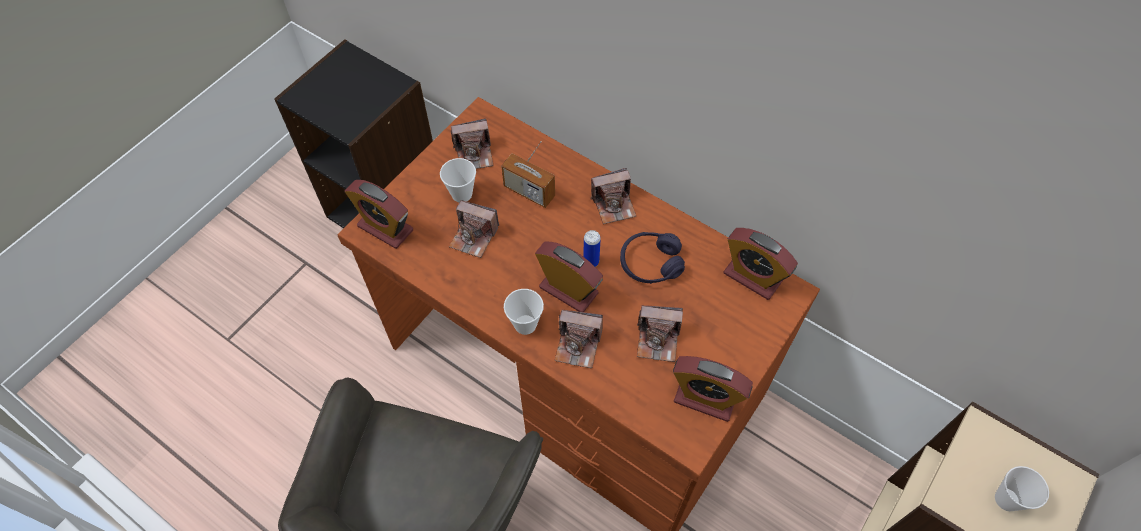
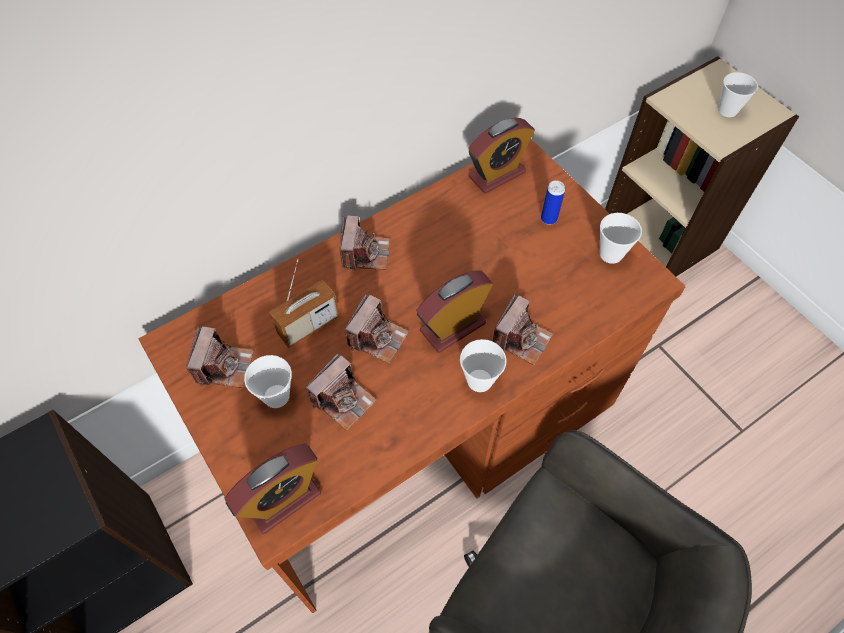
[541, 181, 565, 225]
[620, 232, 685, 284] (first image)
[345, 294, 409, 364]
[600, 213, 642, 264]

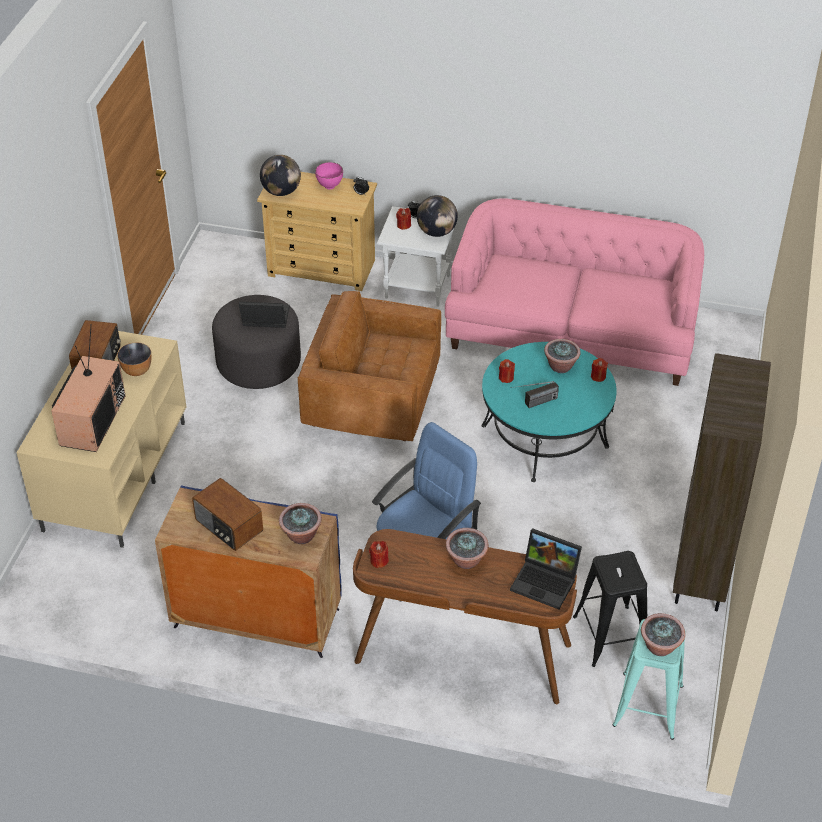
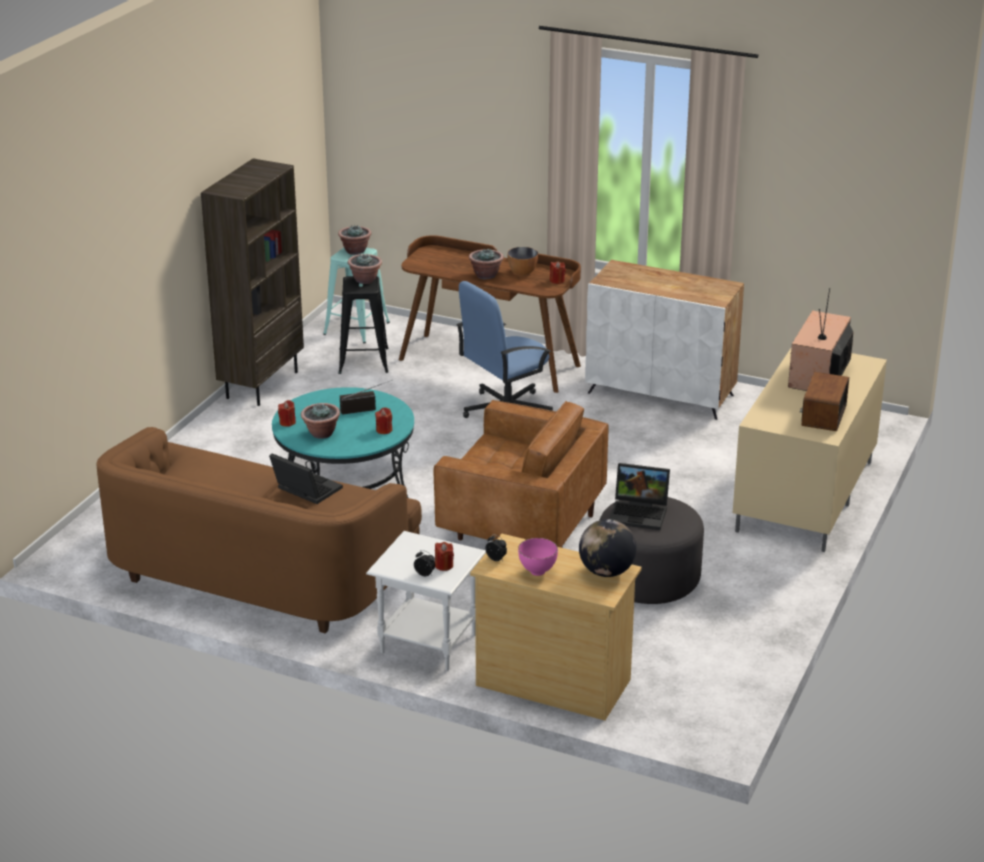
[417, 195, 458, 237] (first image)
[97, 427, 422, 634]
[507, 247, 538, 275]
[192, 478, 263, 551] (first image)
[585, 260, 744, 420]
[348, 254, 382, 284]
[269, 453, 343, 504]

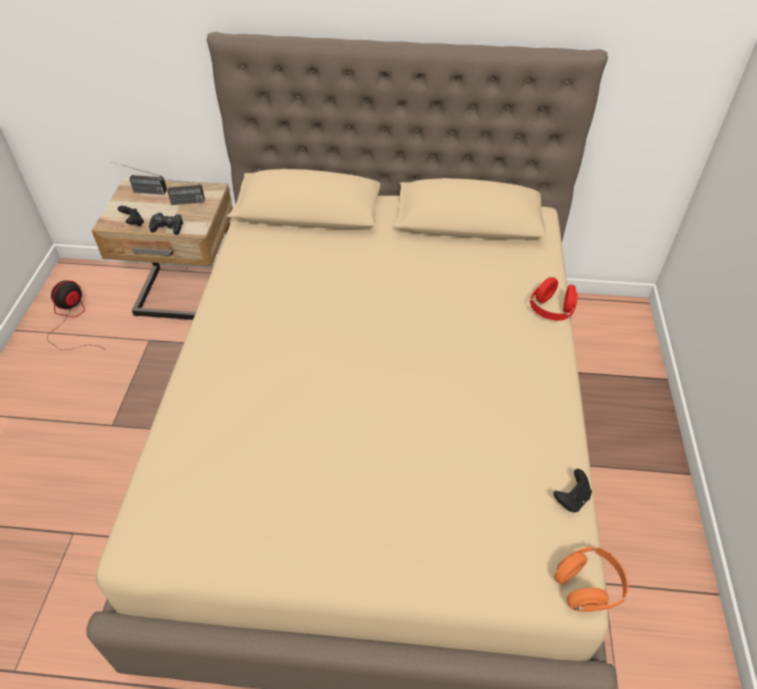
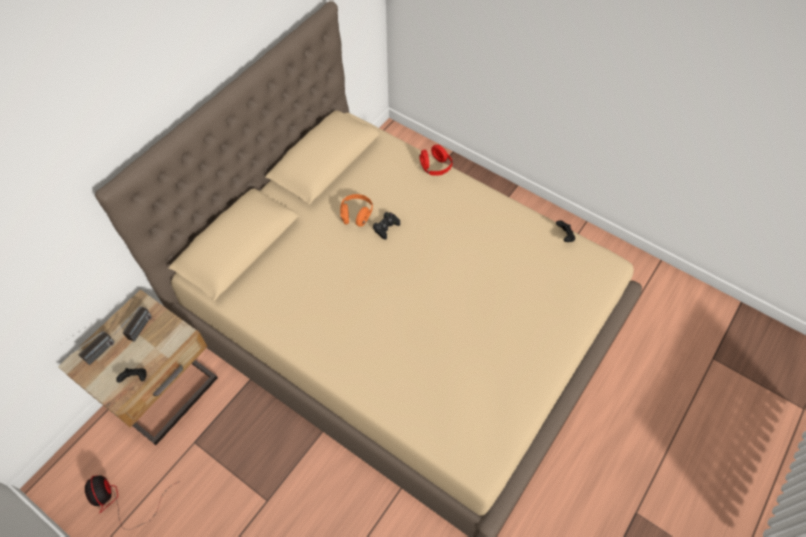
[373, 212, 400, 239]
[340, 194, 373, 227]

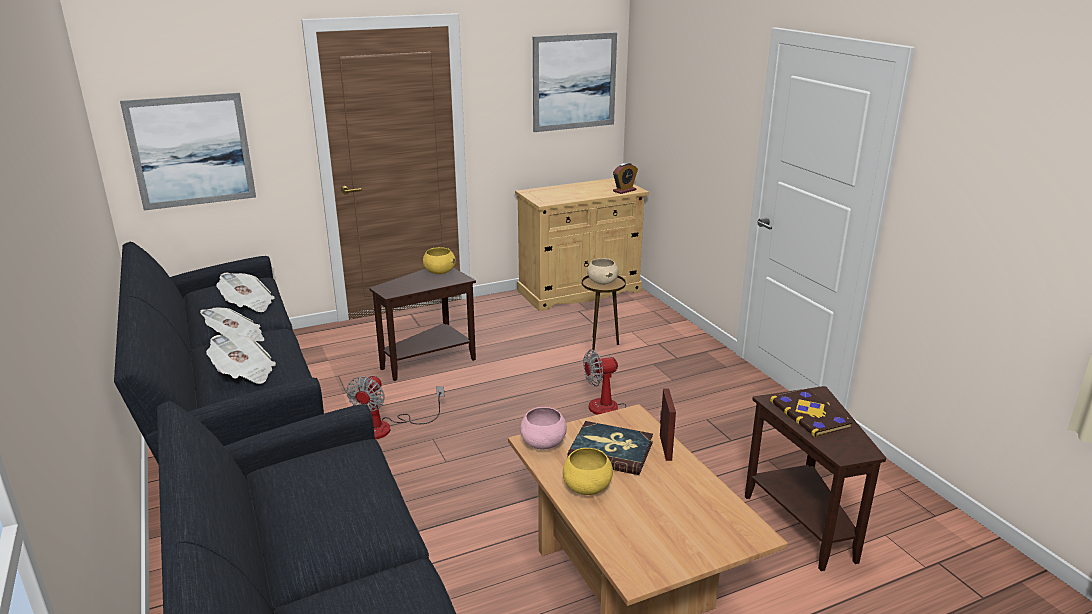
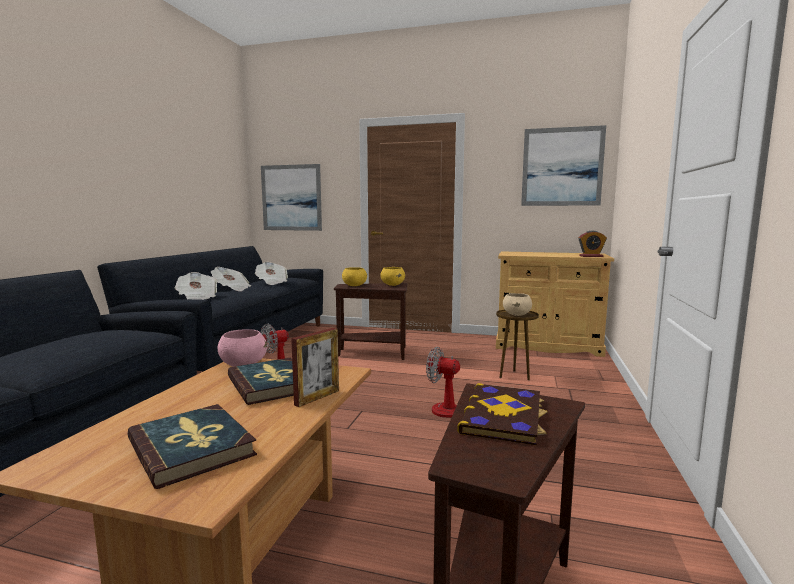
[342, 267, 367, 286]
[127, 404, 257, 489]

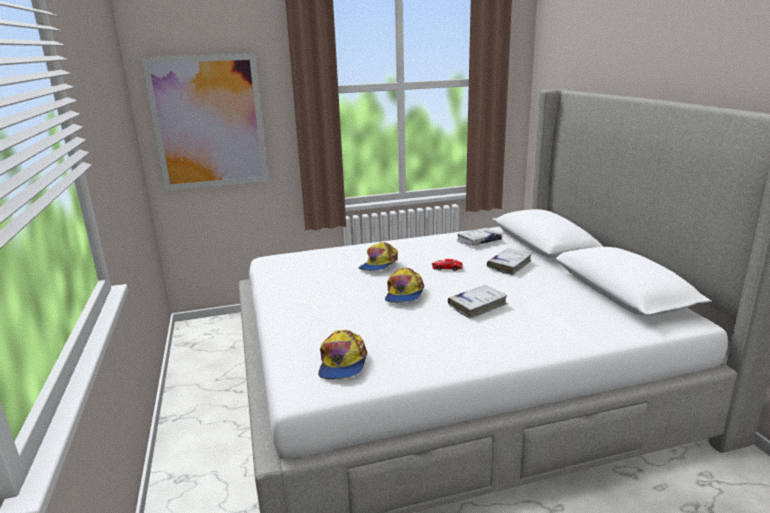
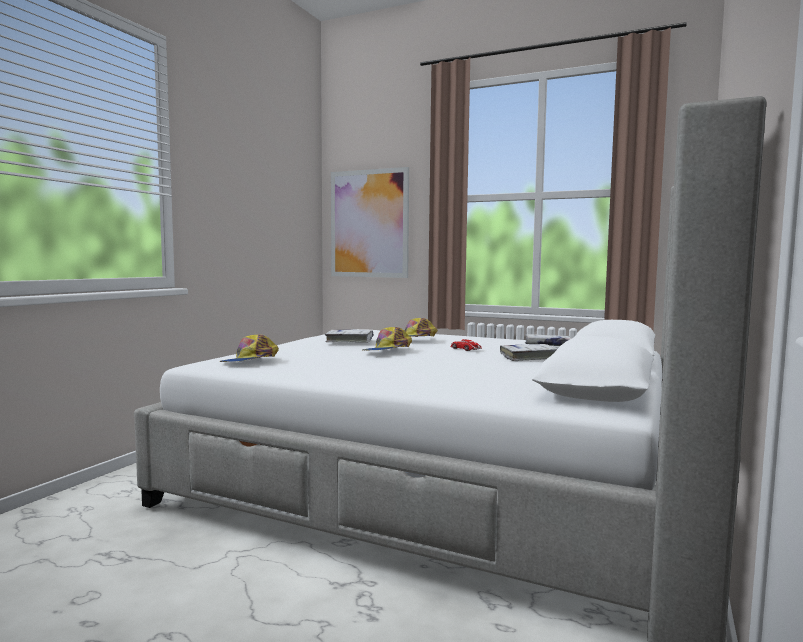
[325, 330, 374, 342]

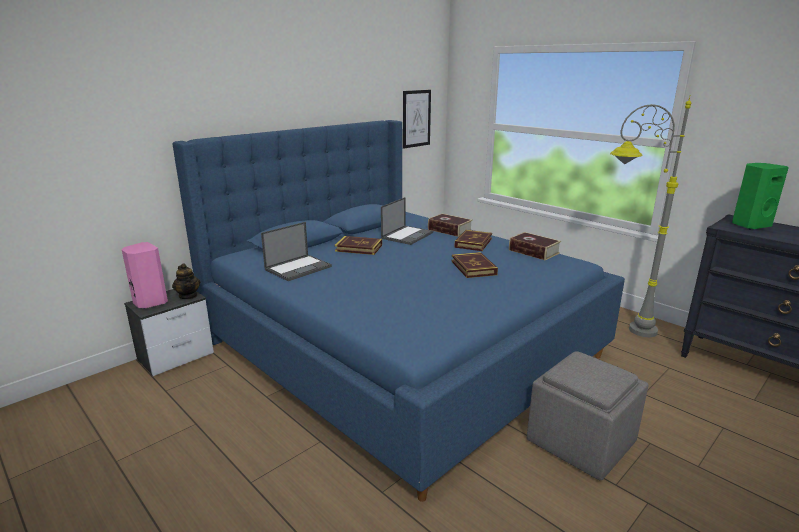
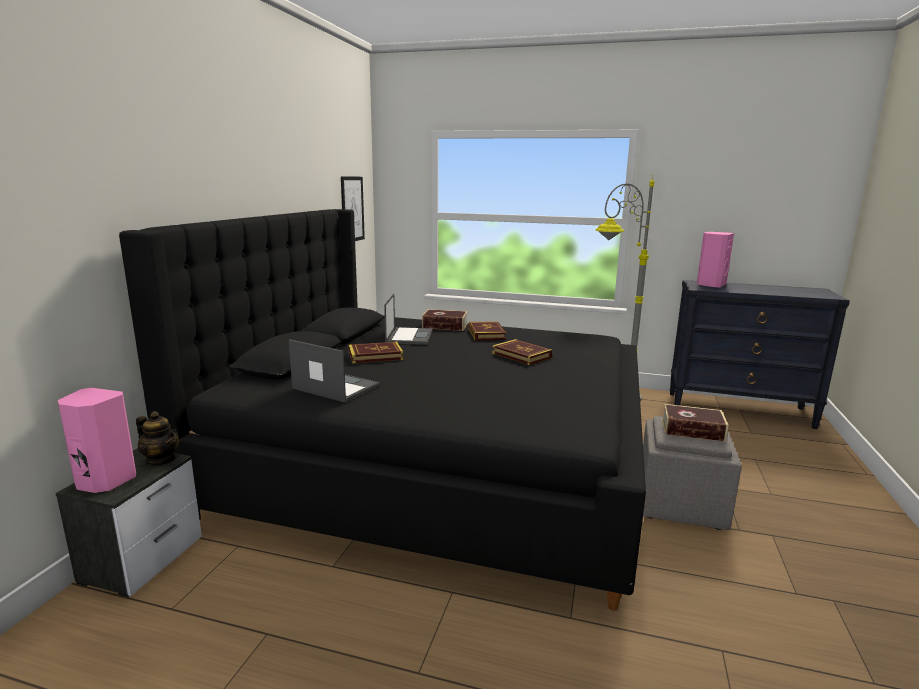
[119, 209, 646, 611]
[697, 232, 734, 288]
[289, 339, 380, 403]
[662, 404, 728, 442]

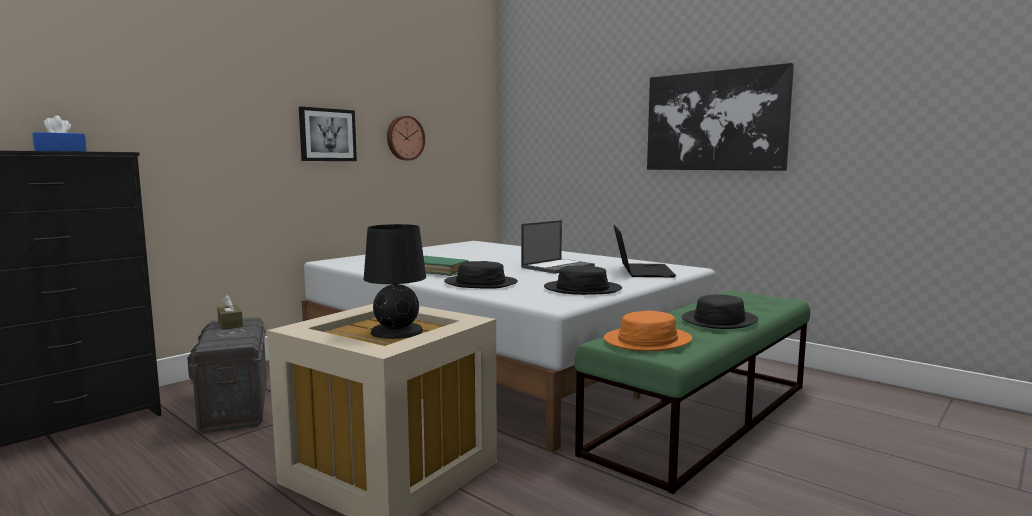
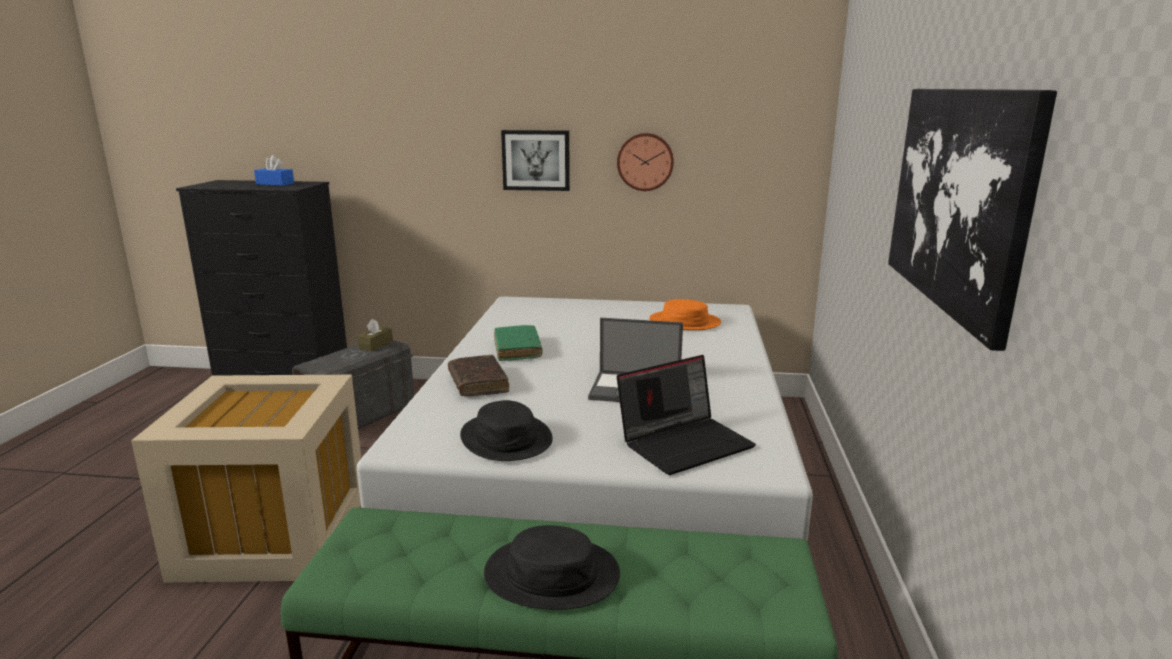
[364, 224, 426, 339] (first image)
[448, 355, 509, 396]
[649, 299, 721, 330]

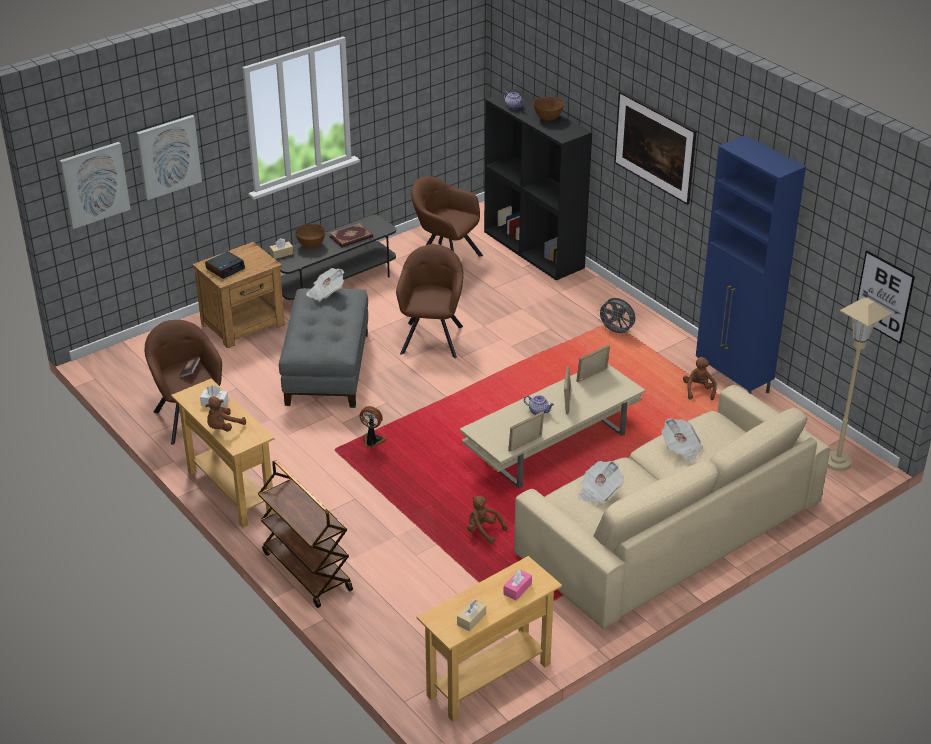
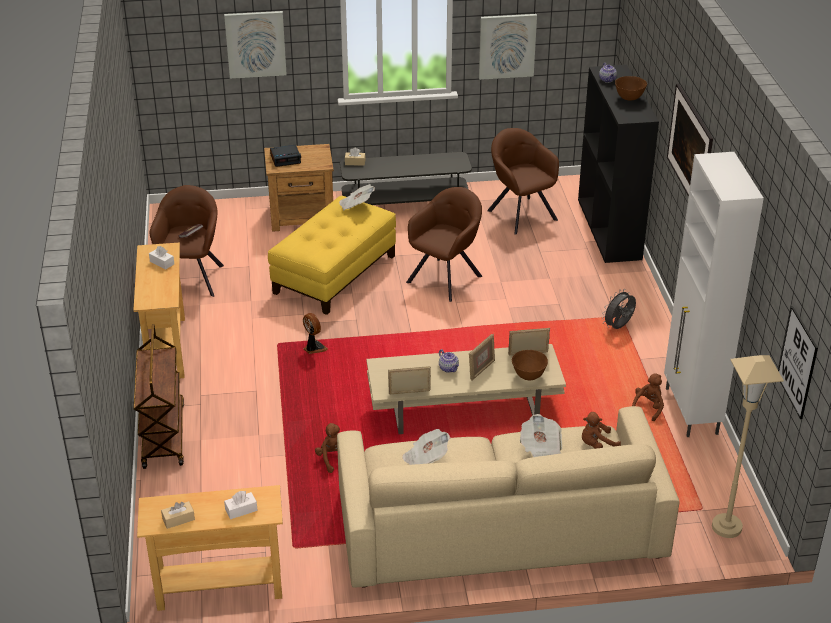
[664, 152, 764, 437]
[479, 14, 537, 80]
[329, 223, 373, 247] (first image)
[512, 350, 548, 380]
[268, 196, 396, 315]
[602, 289, 636, 329]
[582, 412, 621, 449]
[224, 491, 257, 519]

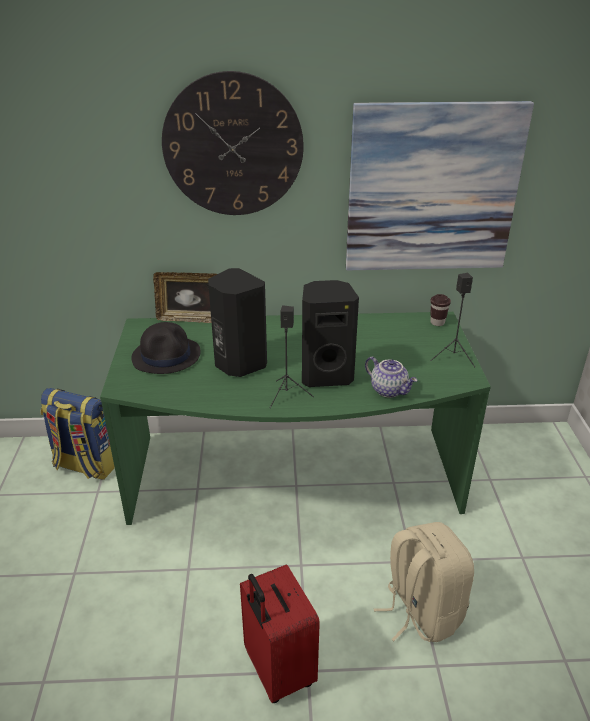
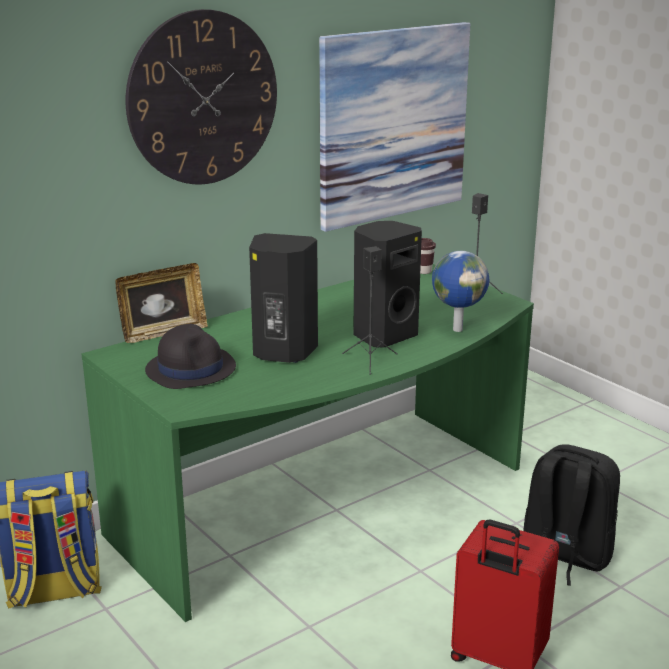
[432, 251, 489, 332]
[523, 444, 620, 586]

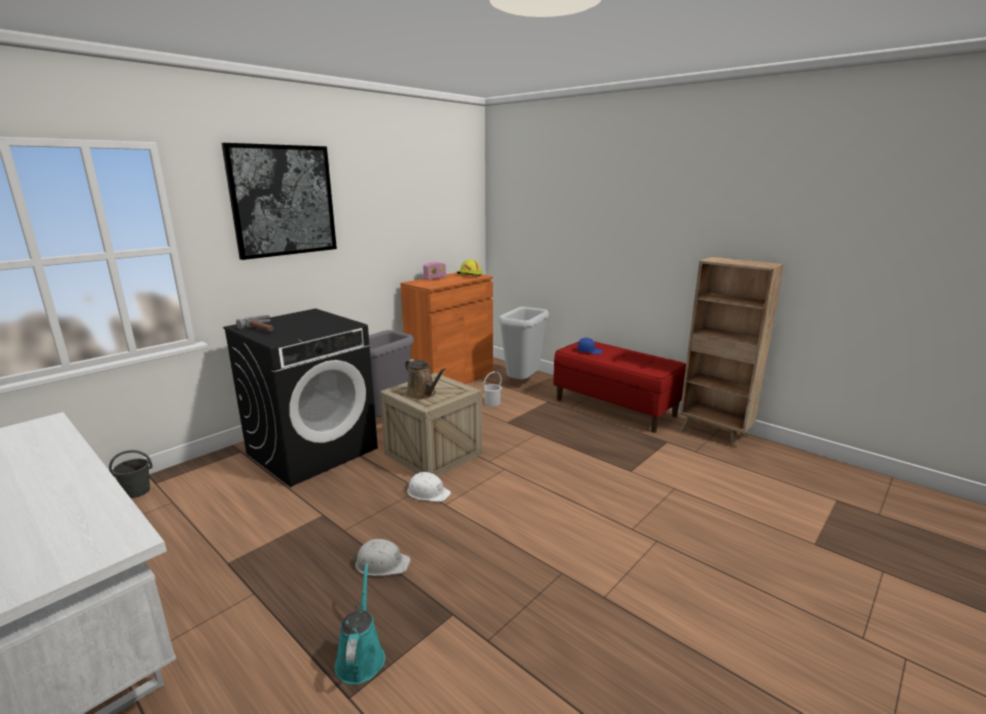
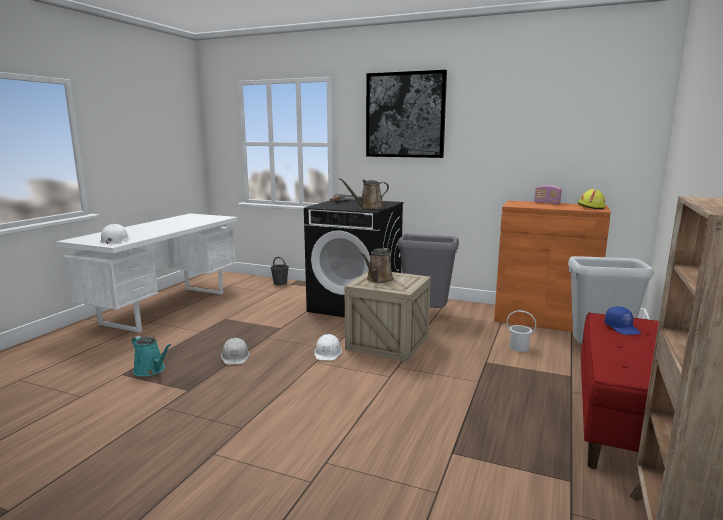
[132, 336, 171, 377]
[339, 178, 389, 209]
[100, 224, 130, 244]

